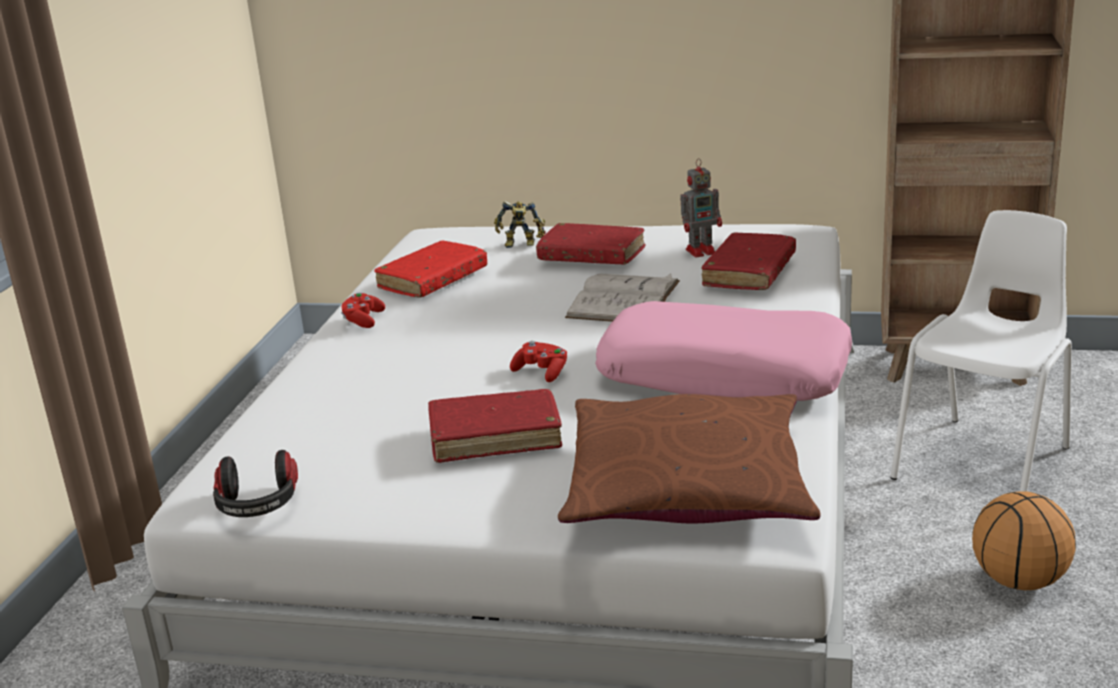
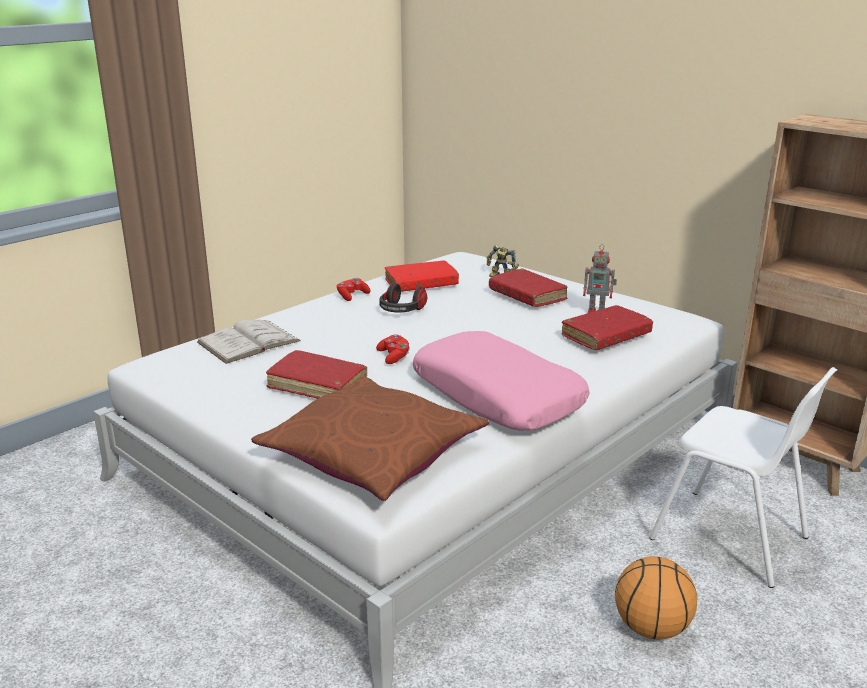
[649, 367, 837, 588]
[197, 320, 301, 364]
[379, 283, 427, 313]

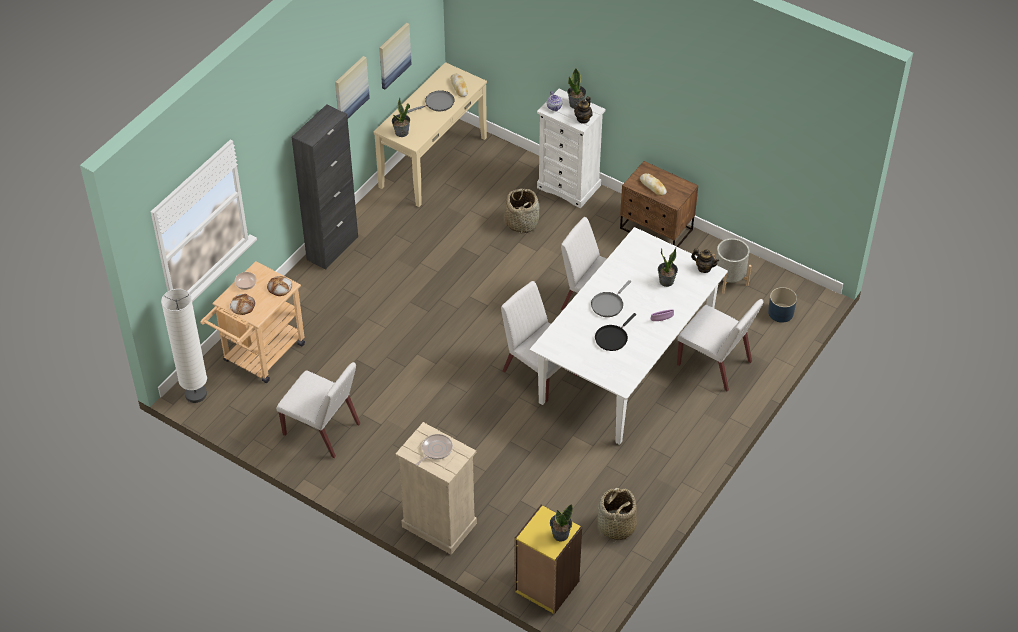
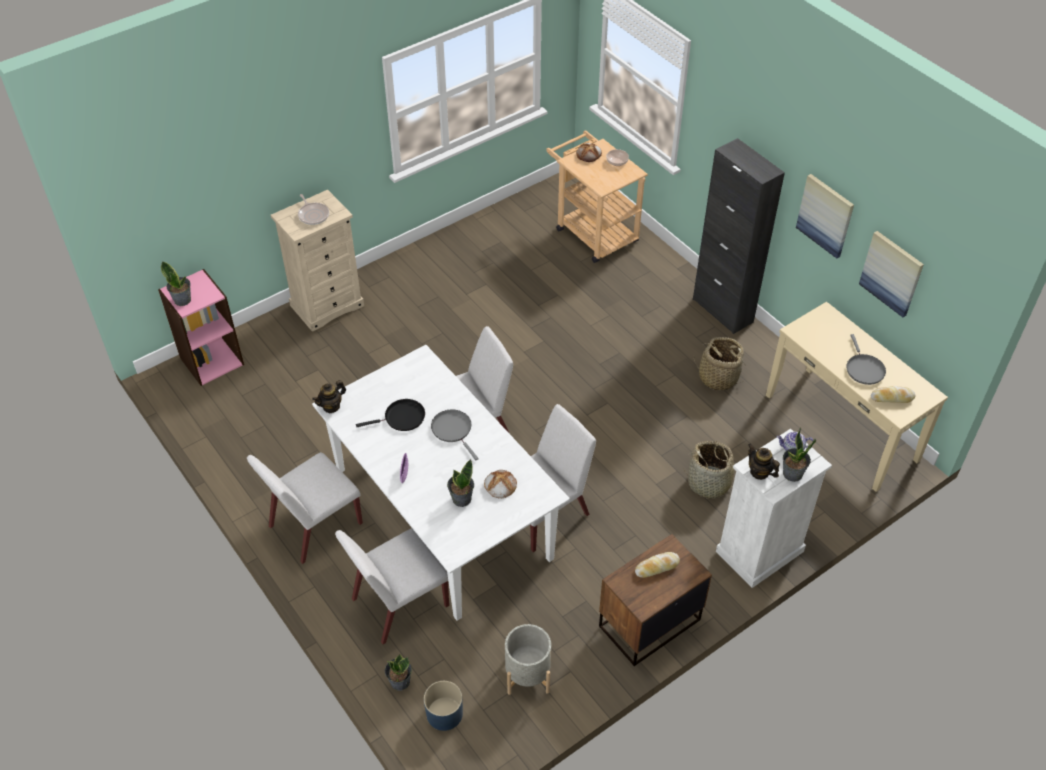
[385, 654, 412, 691]
[312, 380, 346, 413]
[484, 470, 517, 498]
[161, 289, 207, 403] (first image)
[356, 399, 425, 431]
[247, 452, 363, 564]
[694, 337, 745, 390]
[158, 269, 244, 386]

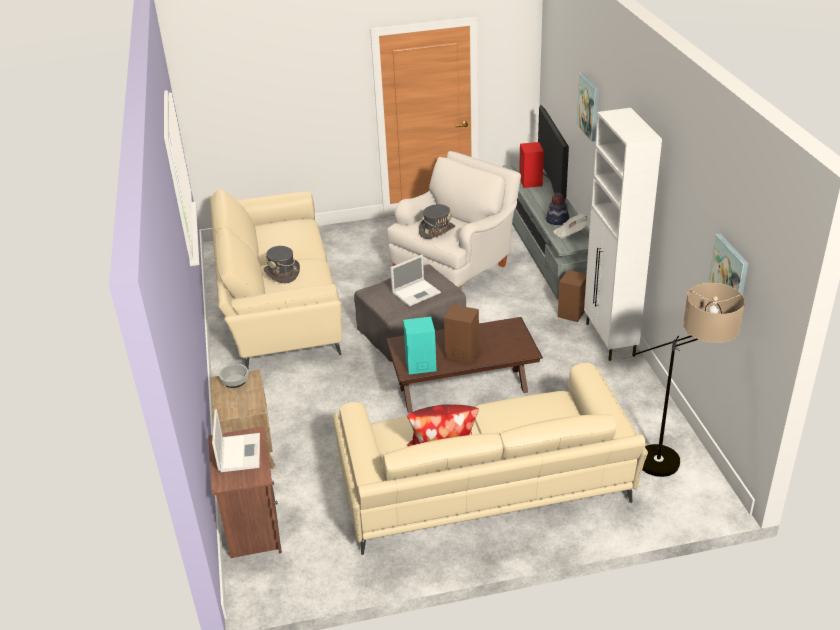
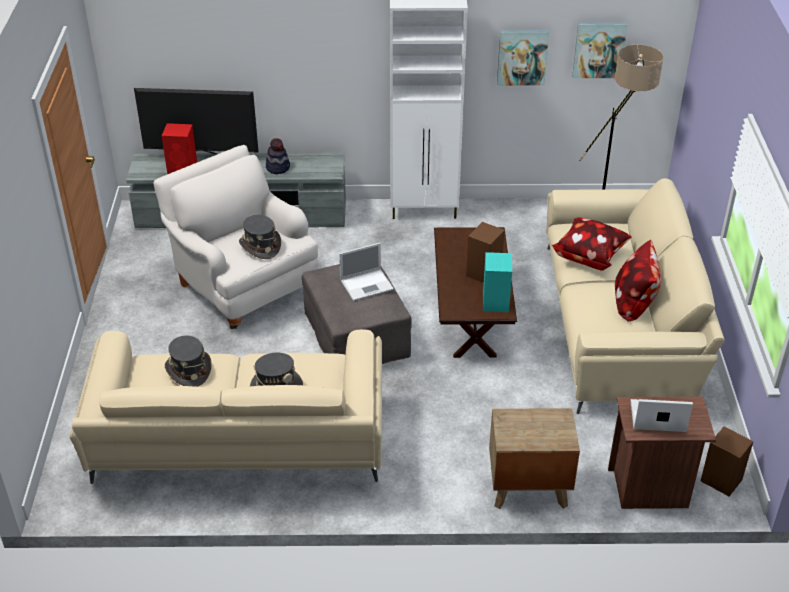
[497, 30, 549, 86]
[554, 214, 589, 239] (first image)
[339, 243, 394, 301]
[701, 427, 753, 496]
[219, 364, 248, 388] (first image)
[552, 217, 632, 271]
[165, 336, 212, 387]

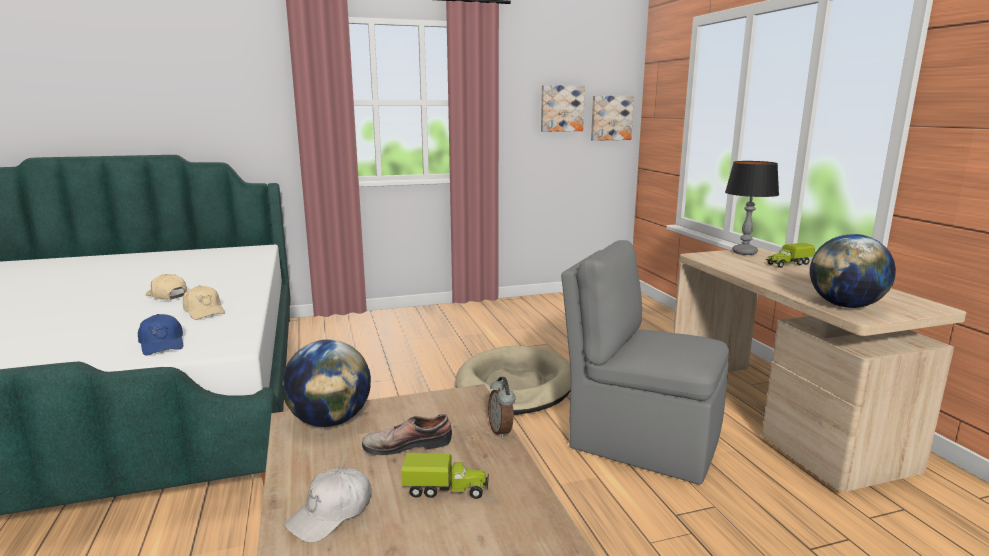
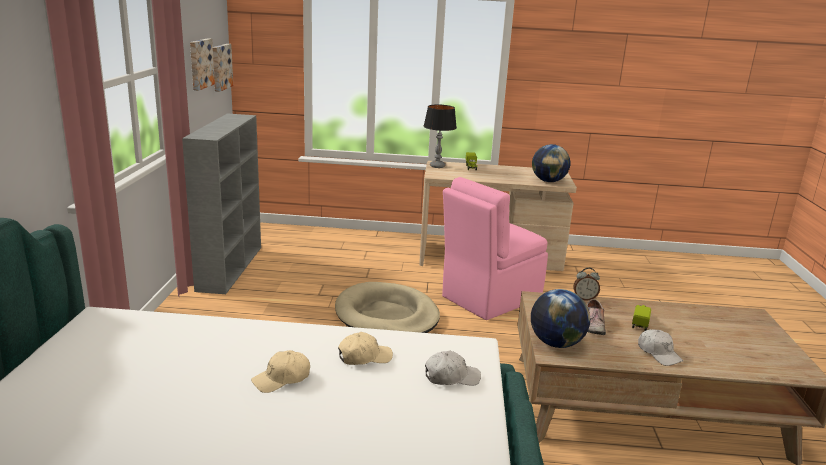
[442, 177, 548, 320]
[425, 350, 481, 386]
[182, 114, 261, 294]

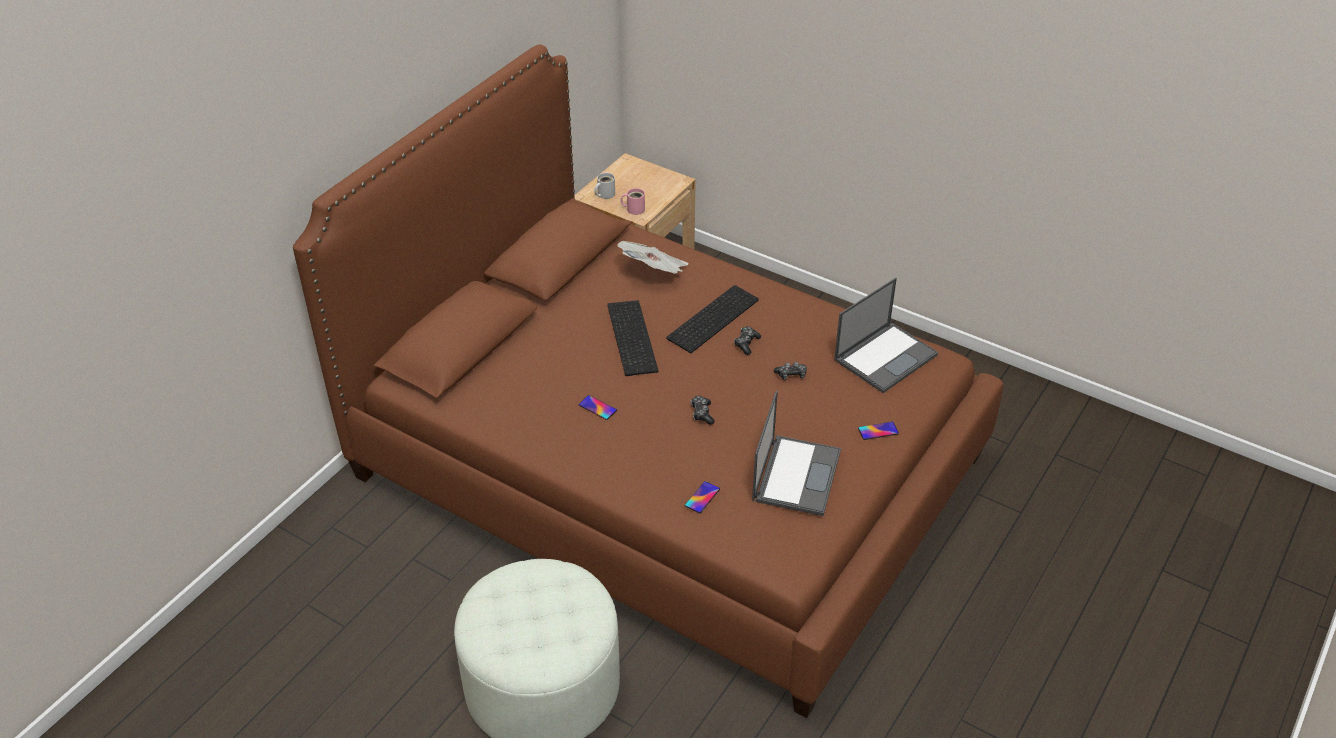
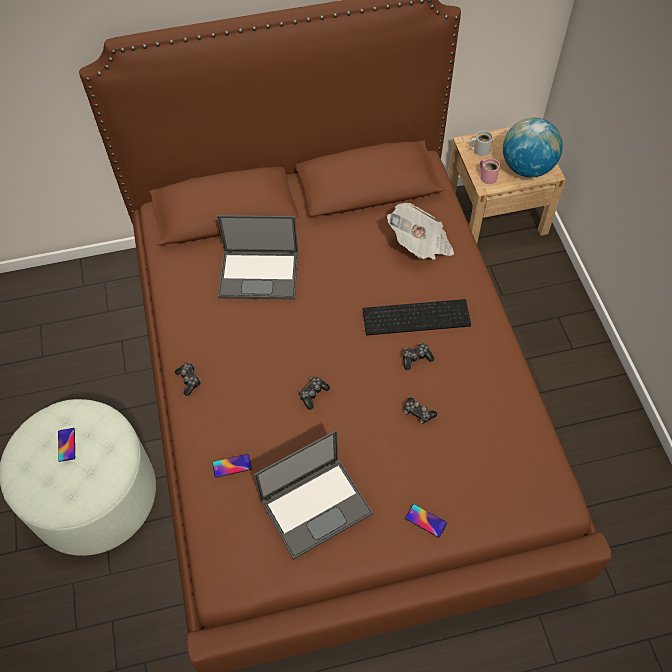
[217, 215, 298, 300]
[607, 300, 658, 376] (first image)
[58, 428, 75, 462]
[503, 118, 563, 177]
[175, 363, 201, 395]

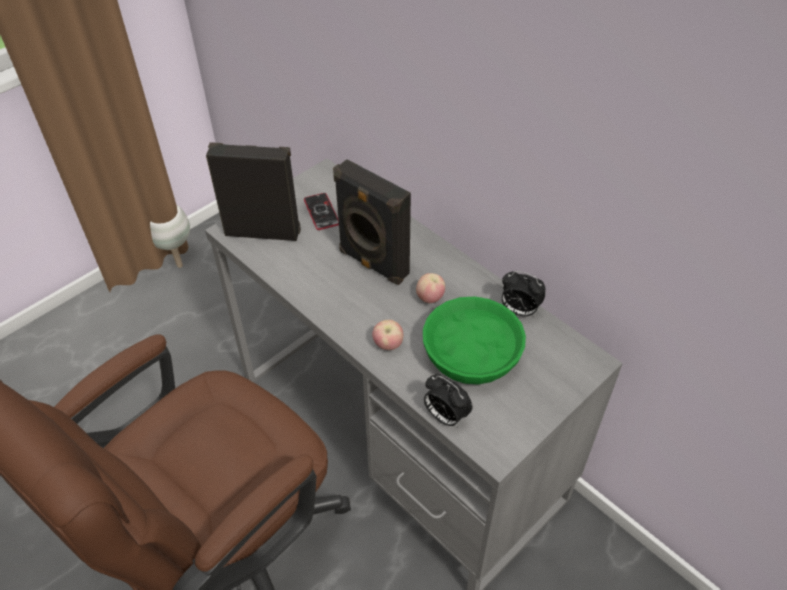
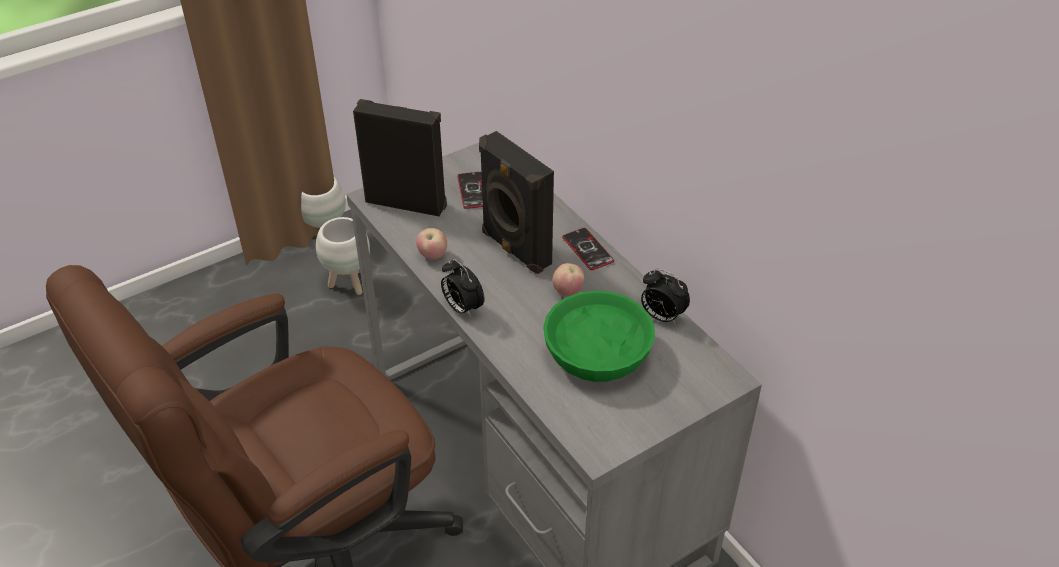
[416, 228, 447, 259]
[441, 259, 485, 318]
[316, 217, 370, 295]
[562, 228, 614, 270]

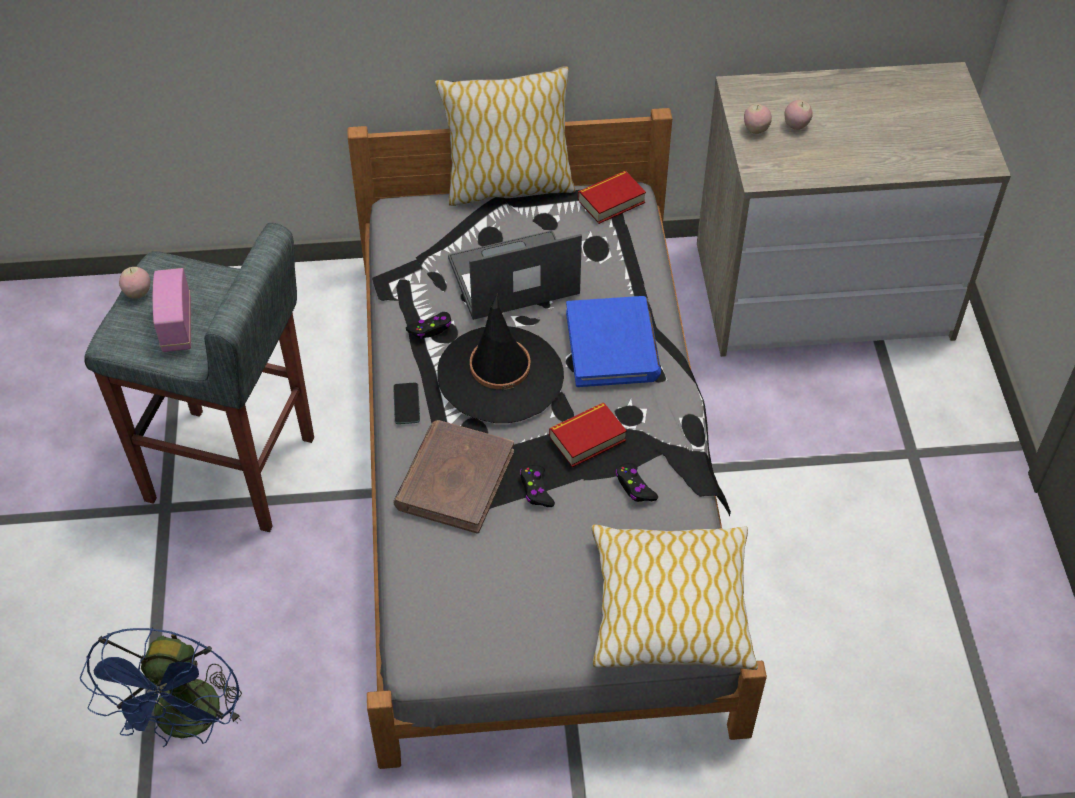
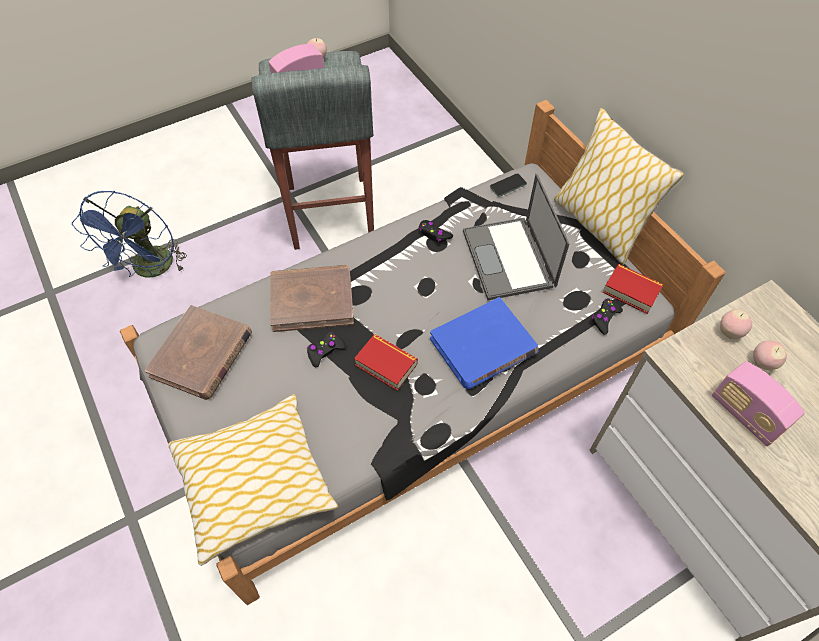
[463, 174, 570, 300]
[437, 295, 564, 423] (first image)
[490, 173, 527, 197]
[592, 299, 623, 335]
[72, 191, 187, 278]
[145, 305, 252, 400]
[712, 361, 805, 446]

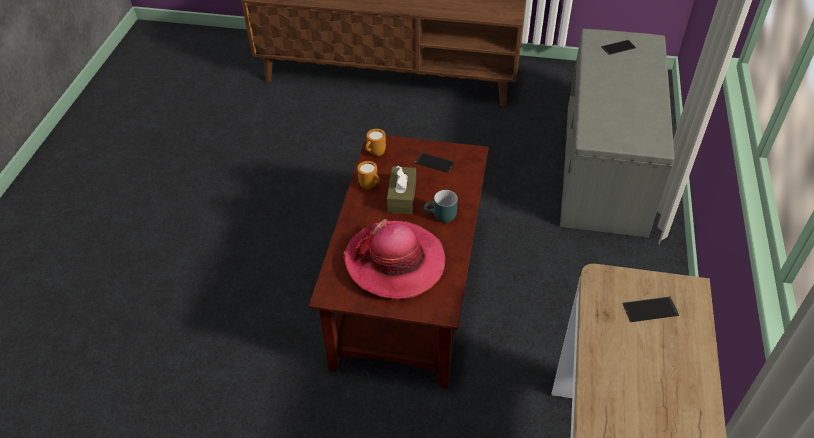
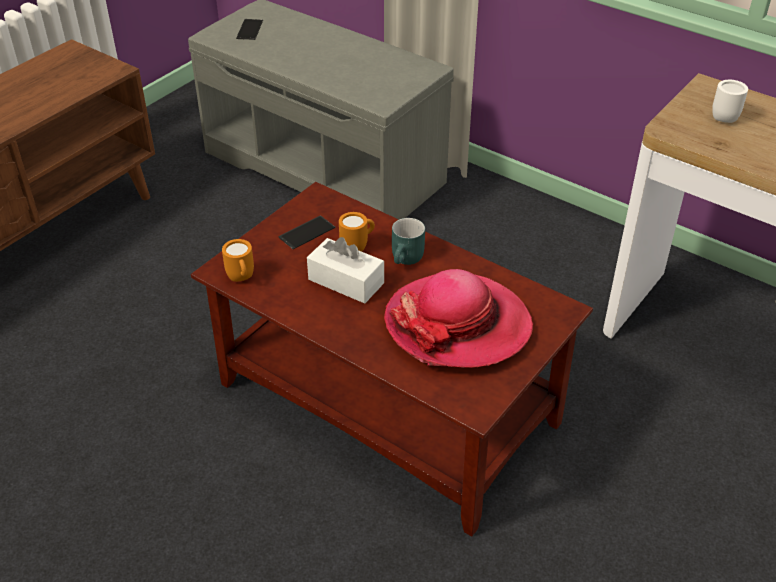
[339, 212, 375, 252]
[307, 237, 384, 303]
[712, 80, 748, 123]

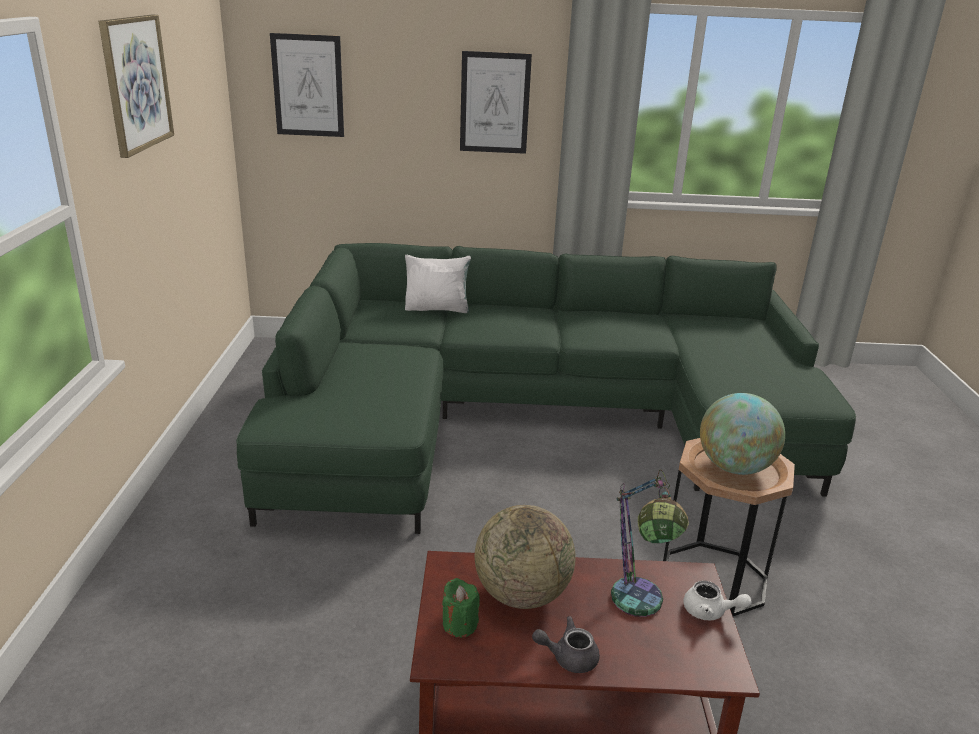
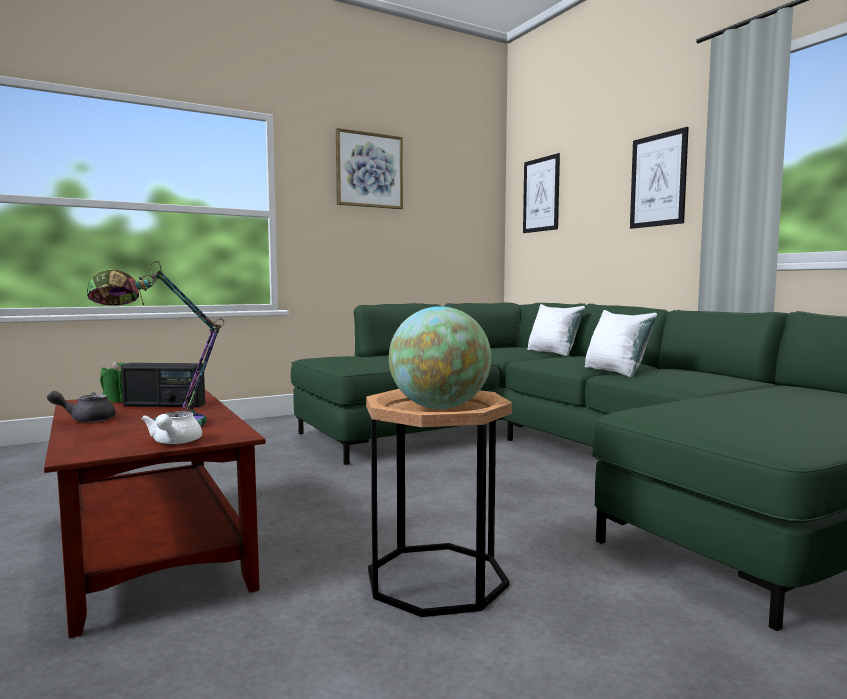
[121, 363, 205, 407]
[47, 391, 116, 422]
[585, 310, 657, 378]

